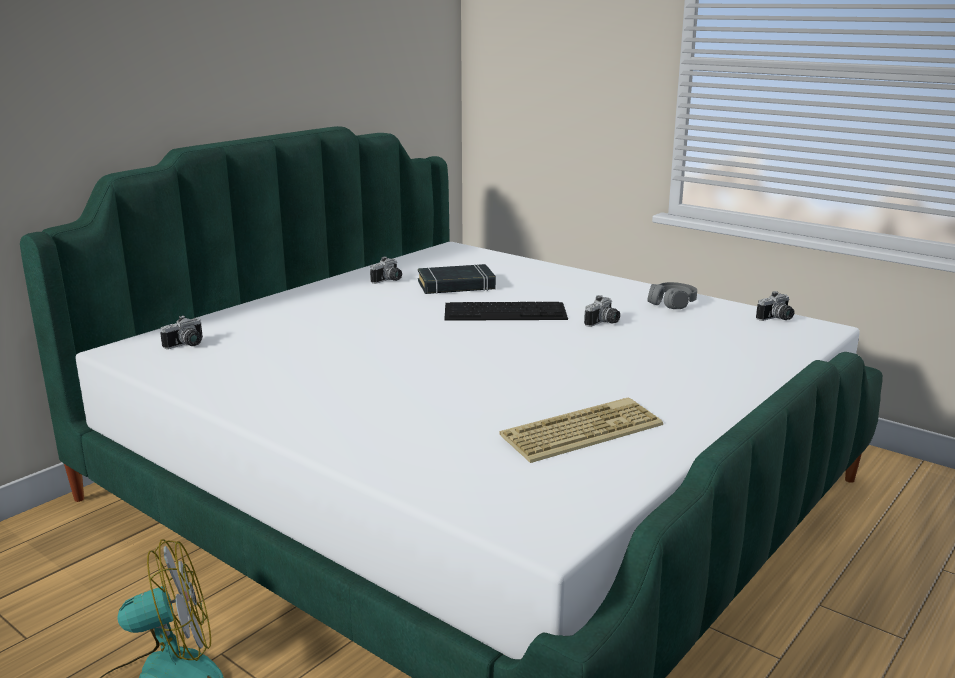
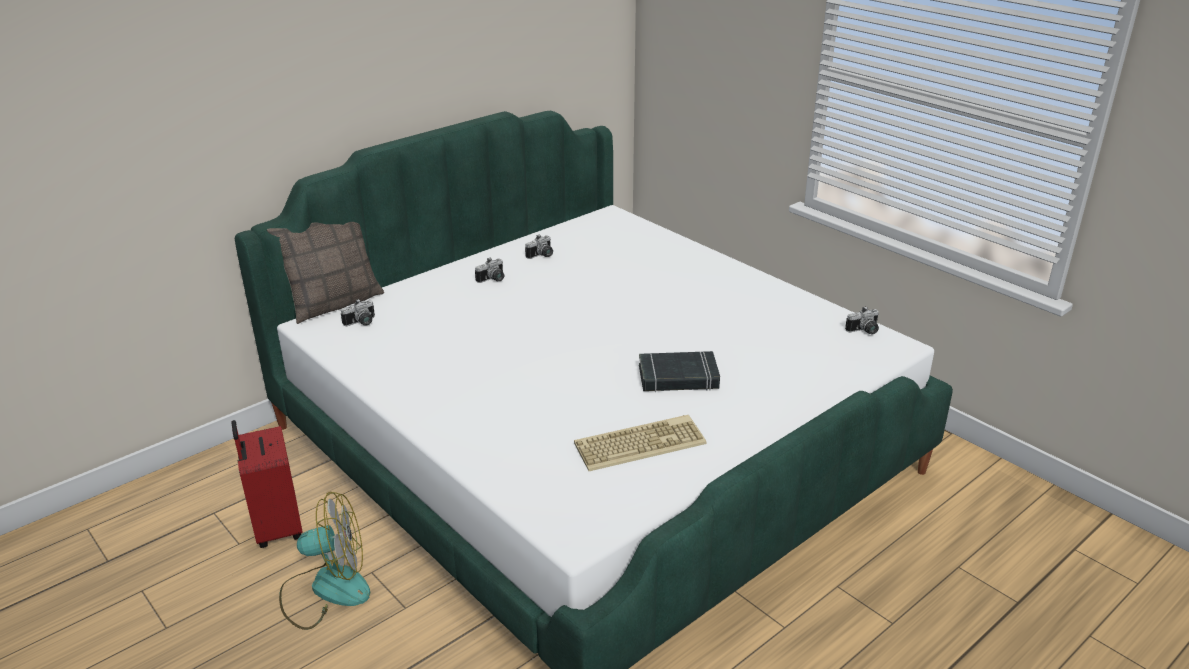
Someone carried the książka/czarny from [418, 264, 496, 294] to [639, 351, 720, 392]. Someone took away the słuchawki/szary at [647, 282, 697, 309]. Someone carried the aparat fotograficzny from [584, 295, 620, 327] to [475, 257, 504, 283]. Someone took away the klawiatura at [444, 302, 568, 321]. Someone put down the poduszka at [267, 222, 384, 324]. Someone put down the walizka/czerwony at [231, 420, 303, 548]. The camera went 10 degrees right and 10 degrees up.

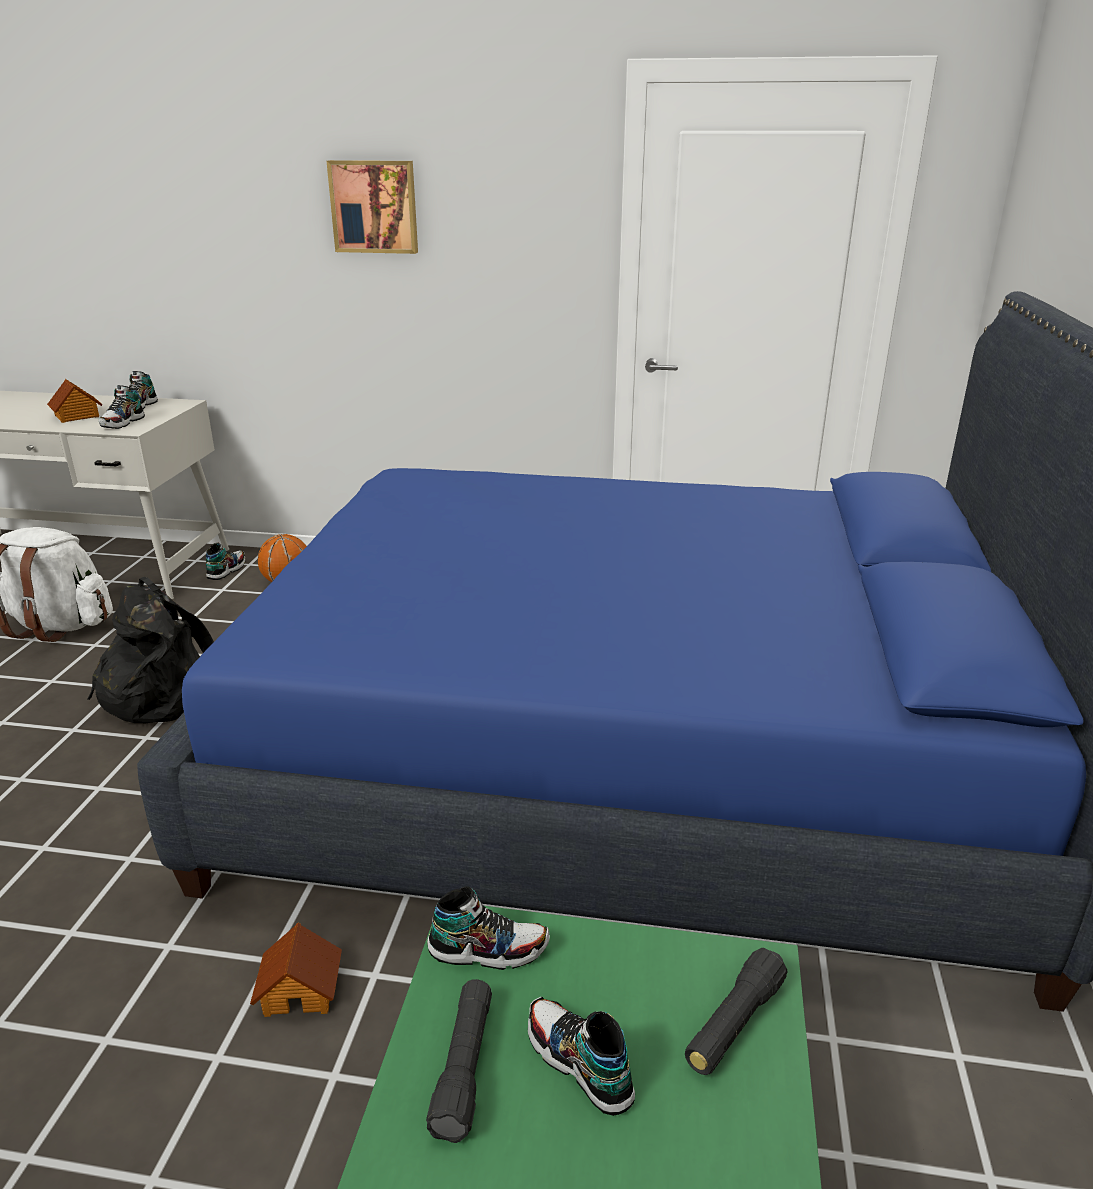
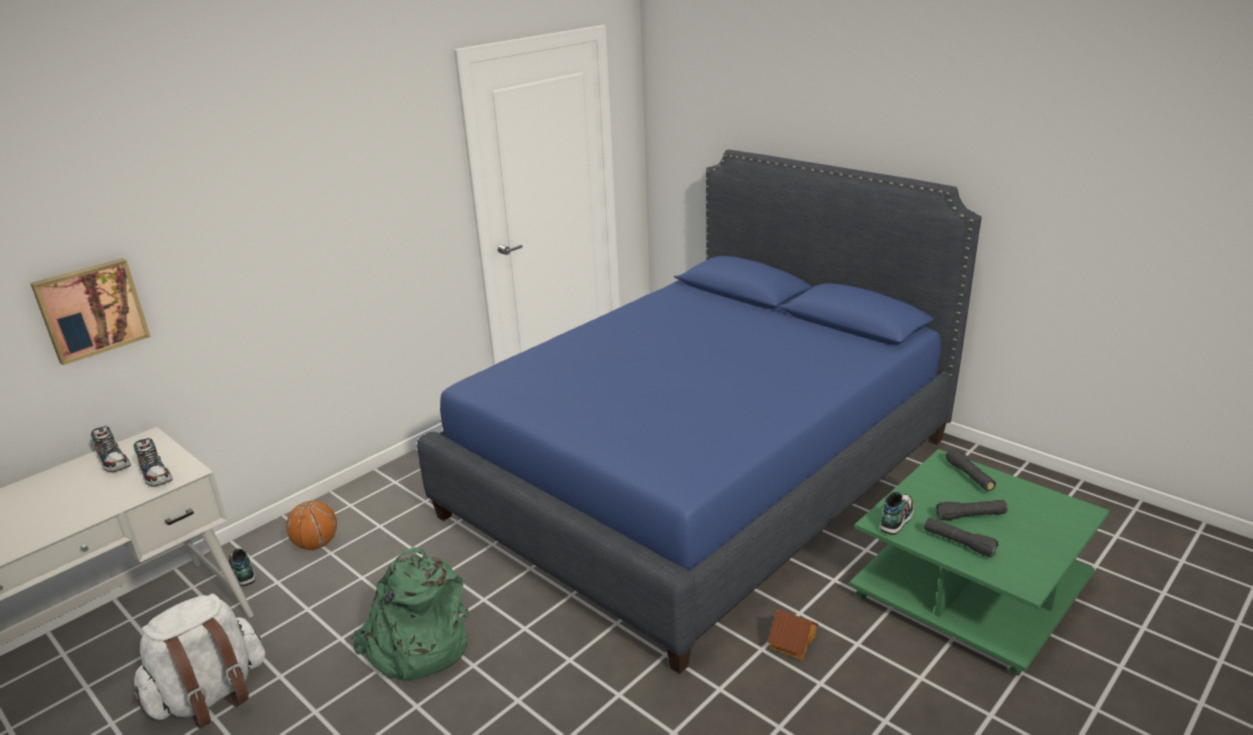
Someone carried the obraz from [326, 160, 418, 254] to [30, 258, 151, 365]. Someone took away the domek at [47, 379, 103, 423]. Someone repainted the plecak/czarny at [87, 577, 214, 723], which became the plecak/zielony at [351, 547, 469, 681]. Someone swapped the but at [528, 996, 635, 1116] for the latarka/czarny at [936, 500, 1007, 521]. The camera went 55 degrees left and 0 degrees up.

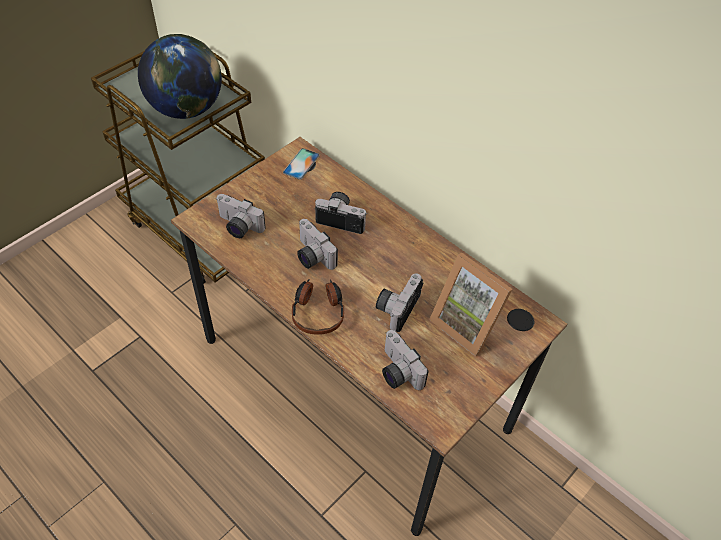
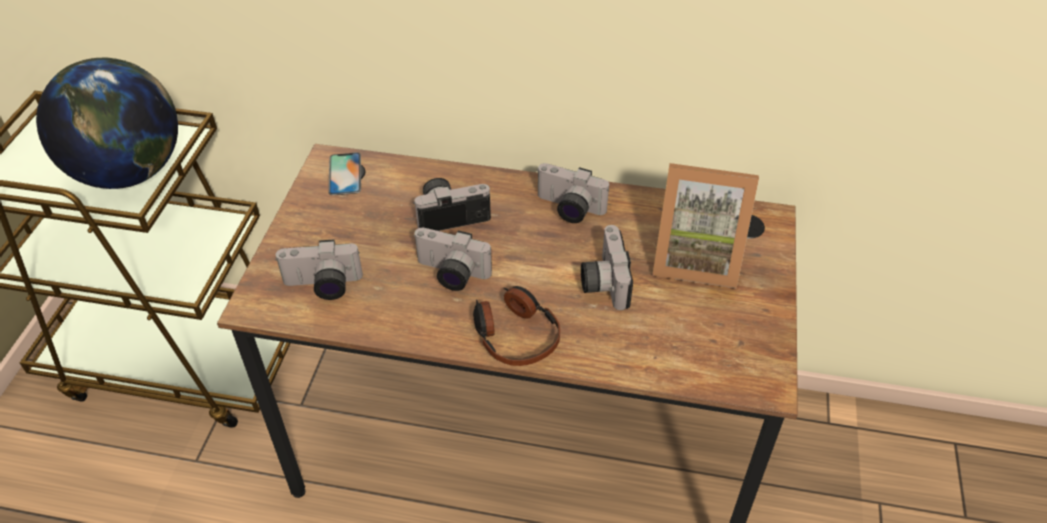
Someone carried the aparat fotograficzny from [382, 330, 429, 390] to [536, 163, 609, 223]. The camera went 30 degrees left and 5 degrees down.

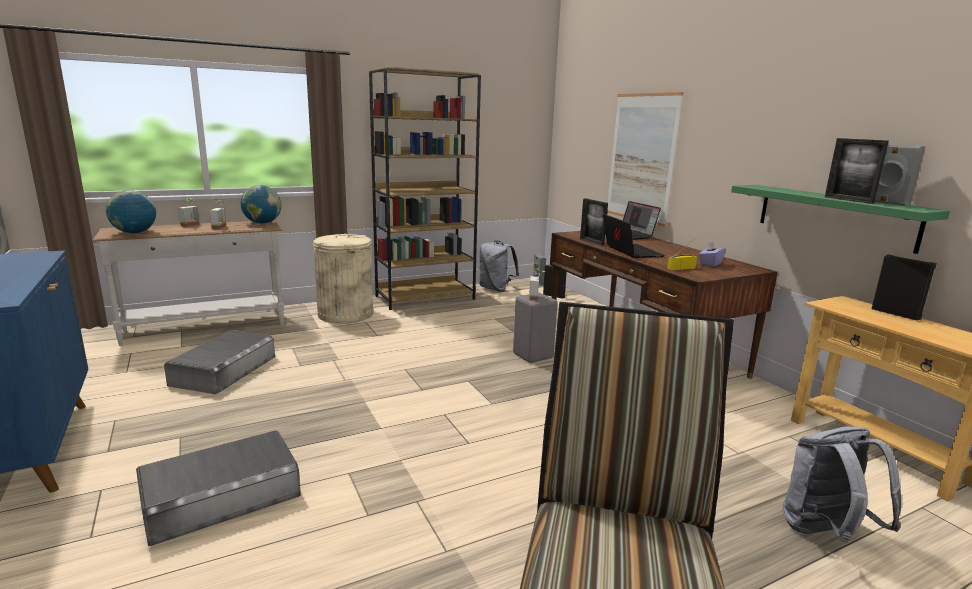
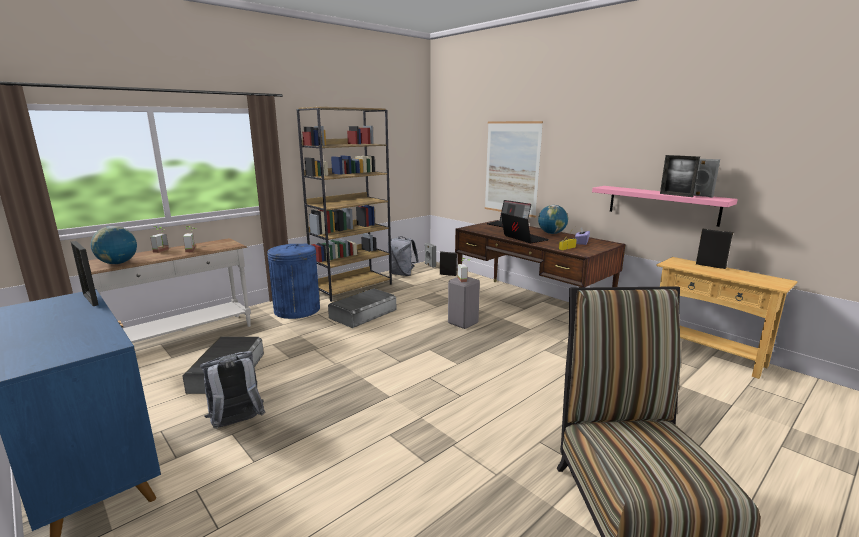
Someone carried the globus from [241, 185, 281, 224] to [538, 205, 568, 234]. Someone repainted the półka/zielony at [731, 185, 950, 254], which became the półka/różowy at [592, 186, 738, 227]. Someone carried the ramka na zdjęcie from [580, 198, 608, 246] to [71, 241, 99, 306]. Someone repainted the kosz na śmieci/beżowy at [313, 234, 373, 324], which became the kosz na śmieci/niebieski at [267, 243, 320, 319]. Someone carried the plecak/szary from [783, 426, 901, 543] to [200, 351, 265, 429]. Someone carried the pojemnik do przechowywania/szary from [136, 430, 301, 546] to [328, 288, 397, 328]. The camera went 15 degrees left and 0 degrees up.

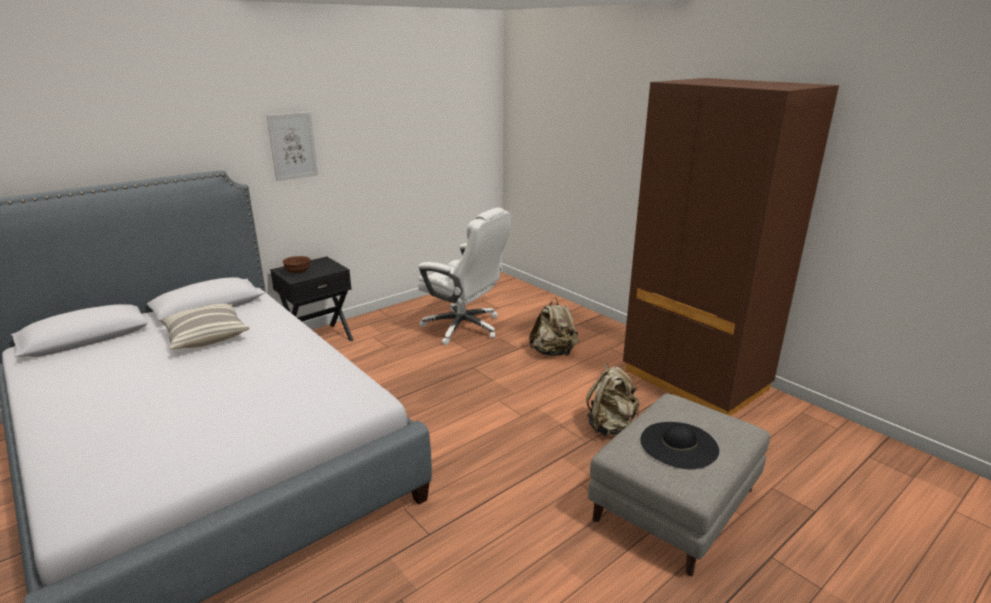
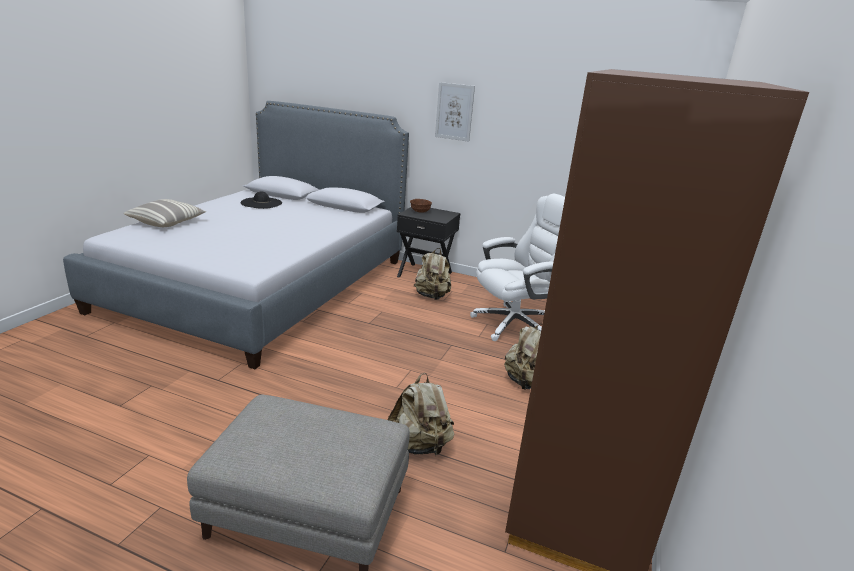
Someone rotated the krzesło biurowe/biały at [418, 208, 511, 345] by 120 degrees counterclockwise. Someone carried the poduszka from [160, 303, 250, 349] to [123, 199, 207, 227]. Someone carried the kapelusz/czarny from [640, 422, 719, 469] to [241, 191, 282, 209]. Someone put down the plecak/beżowy at [414, 248, 451, 300]. The camera went 60 degrees right and 0 degrees up.

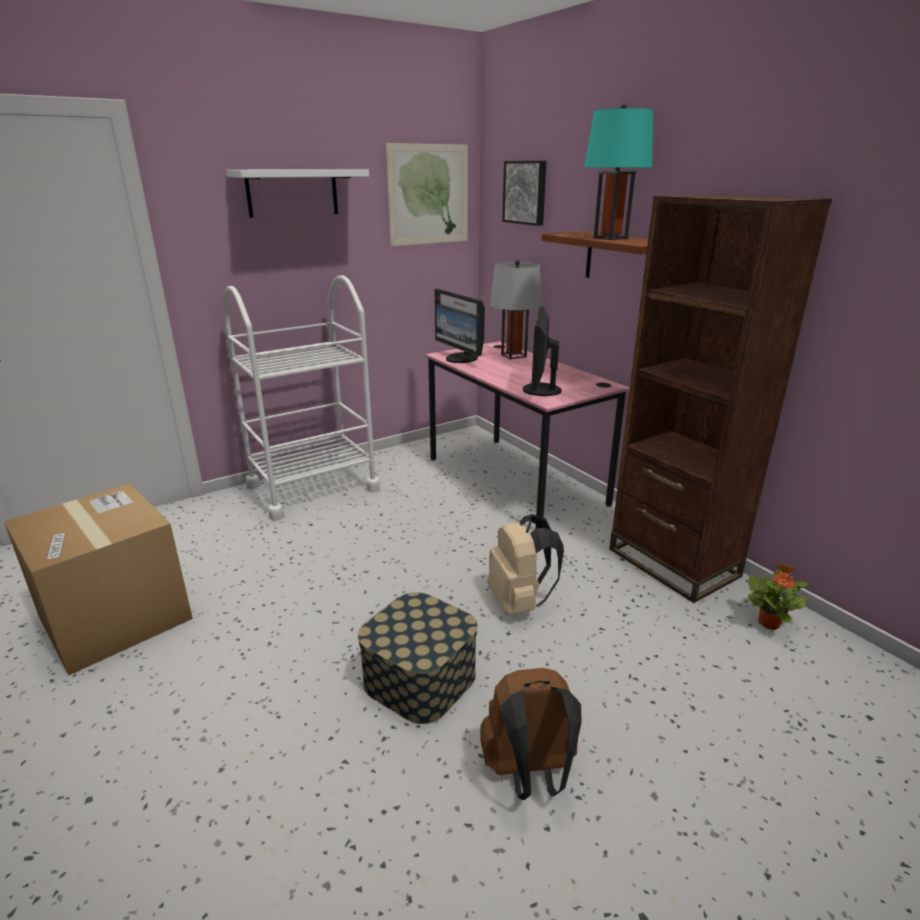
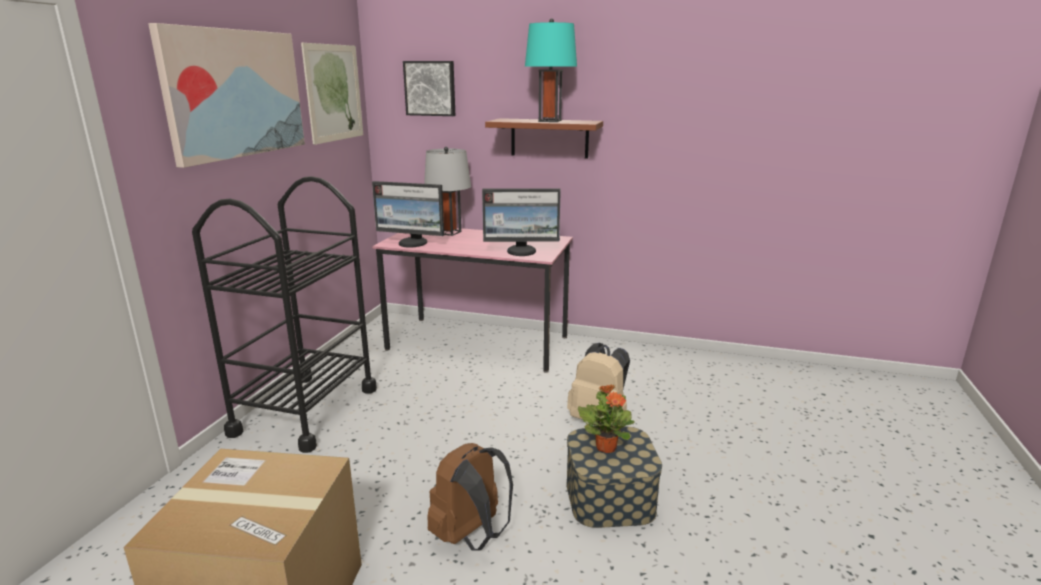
Someone swapped the półka/biały at [226, 169, 369, 218] for the obraz at [148, 23, 305, 168]. Someone took away the regał/brązowy at [609, 194, 832, 603]. Someone repainted the wózek/biały at [222, 275, 380, 521], which became the wózek/czarny at [192, 176, 377, 453]. Someone rotated the monitor at [523, 307, 562, 396] by 60 degrees counterclockwise. Someone carried the roślina doniczkowa from [748, 564, 808, 630] to [578, 384, 634, 453]. Someone carried the plecak/brązowy from [480, 668, 582, 800] to [427, 443, 513, 550]. The camera went 40 degrees left and 5 degrees down.

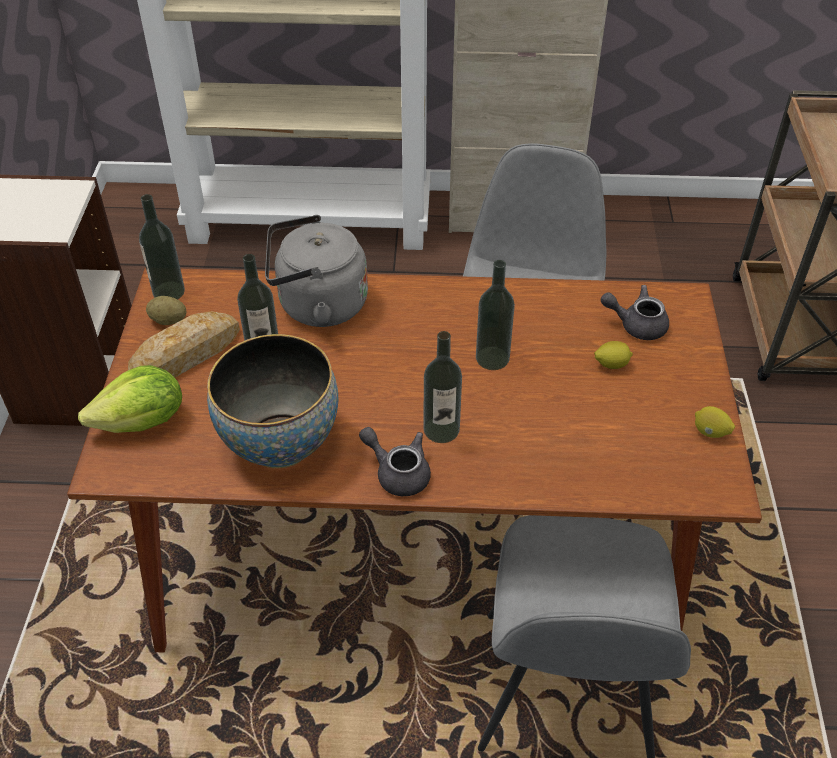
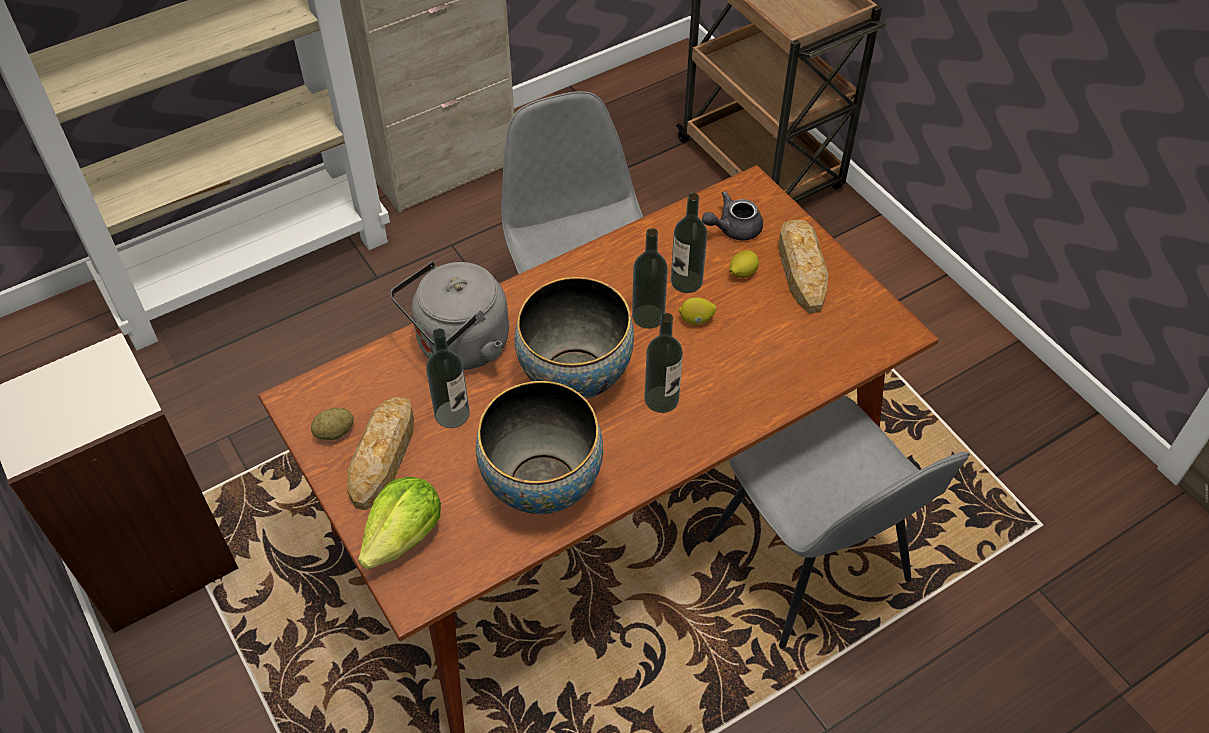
Someone carried the butelka from [139, 194, 185, 299] to [671, 193, 707, 293]. Someone carried the cytryna from [695, 406, 735, 438] to [679, 297, 716, 325]. Someone took away the imbryk/szary at [359, 427, 431, 496]. Someone put down the chleb at [778, 220, 828, 313]. Someone put down the miska at [515, 277, 634, 399]. The camera went 35 degrees left and 5 degrees up.

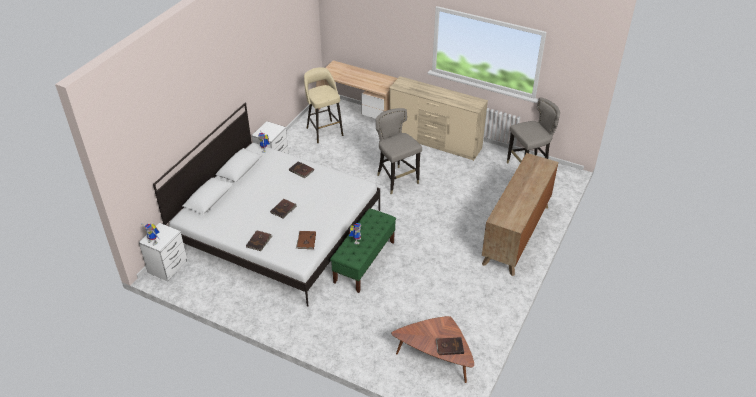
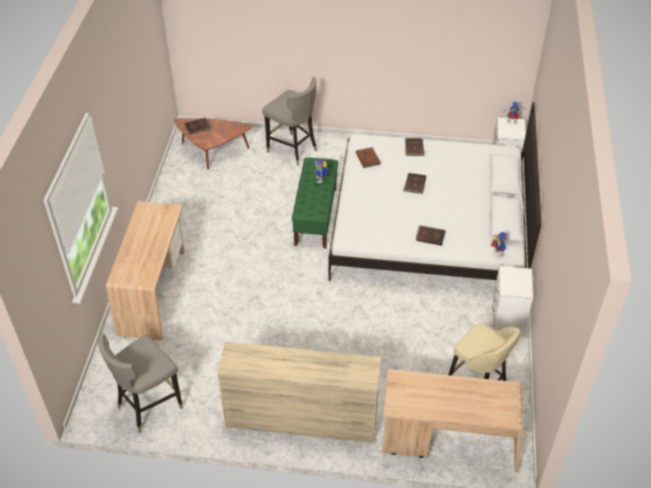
Someone carried the stołek/szary from [376, 108, 422, 194] to [262, 77, 317, 166]. Someone swapped the komoda/brązowy at [482, 153, 559, 276] for the biurko/beżowy at [106, 201, 185, 340]. The camera went 160 degrees right and 5 degrees up.

